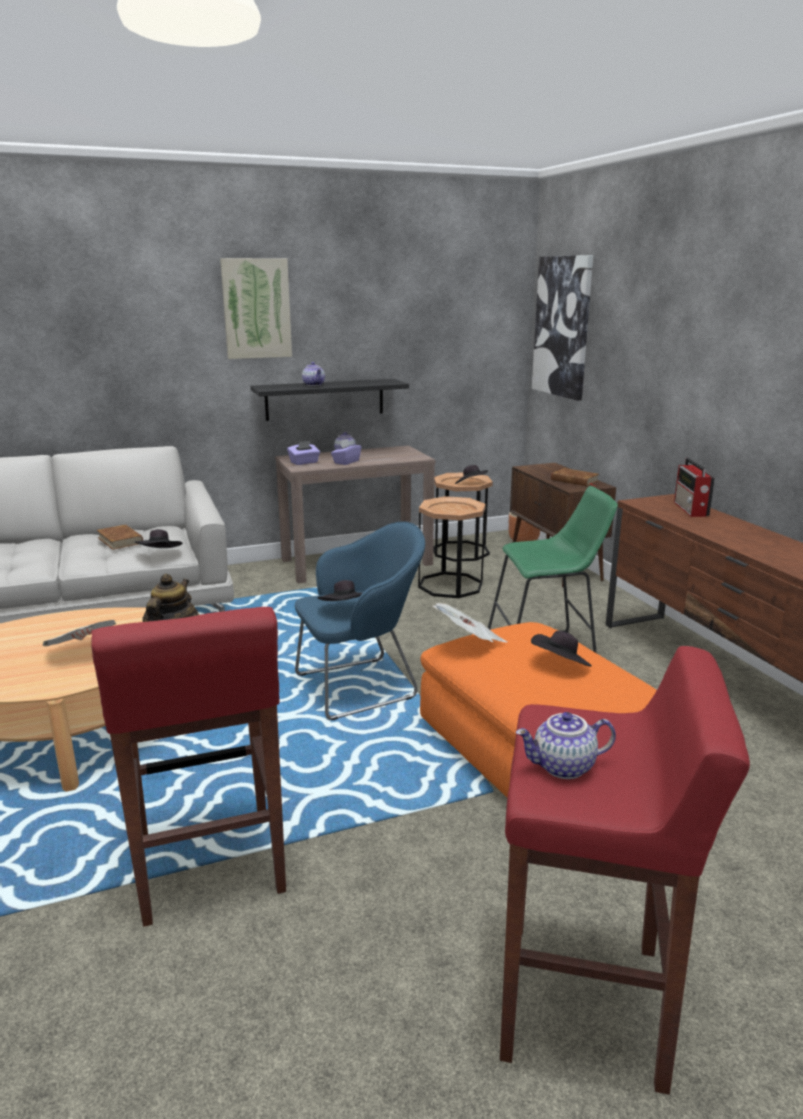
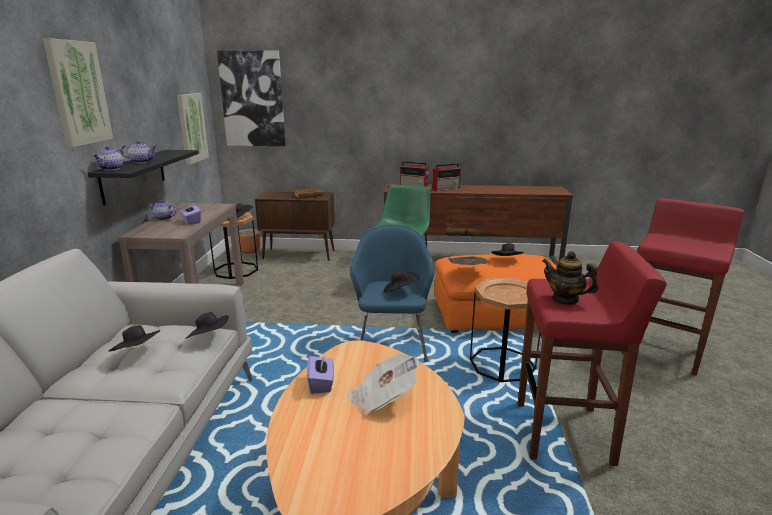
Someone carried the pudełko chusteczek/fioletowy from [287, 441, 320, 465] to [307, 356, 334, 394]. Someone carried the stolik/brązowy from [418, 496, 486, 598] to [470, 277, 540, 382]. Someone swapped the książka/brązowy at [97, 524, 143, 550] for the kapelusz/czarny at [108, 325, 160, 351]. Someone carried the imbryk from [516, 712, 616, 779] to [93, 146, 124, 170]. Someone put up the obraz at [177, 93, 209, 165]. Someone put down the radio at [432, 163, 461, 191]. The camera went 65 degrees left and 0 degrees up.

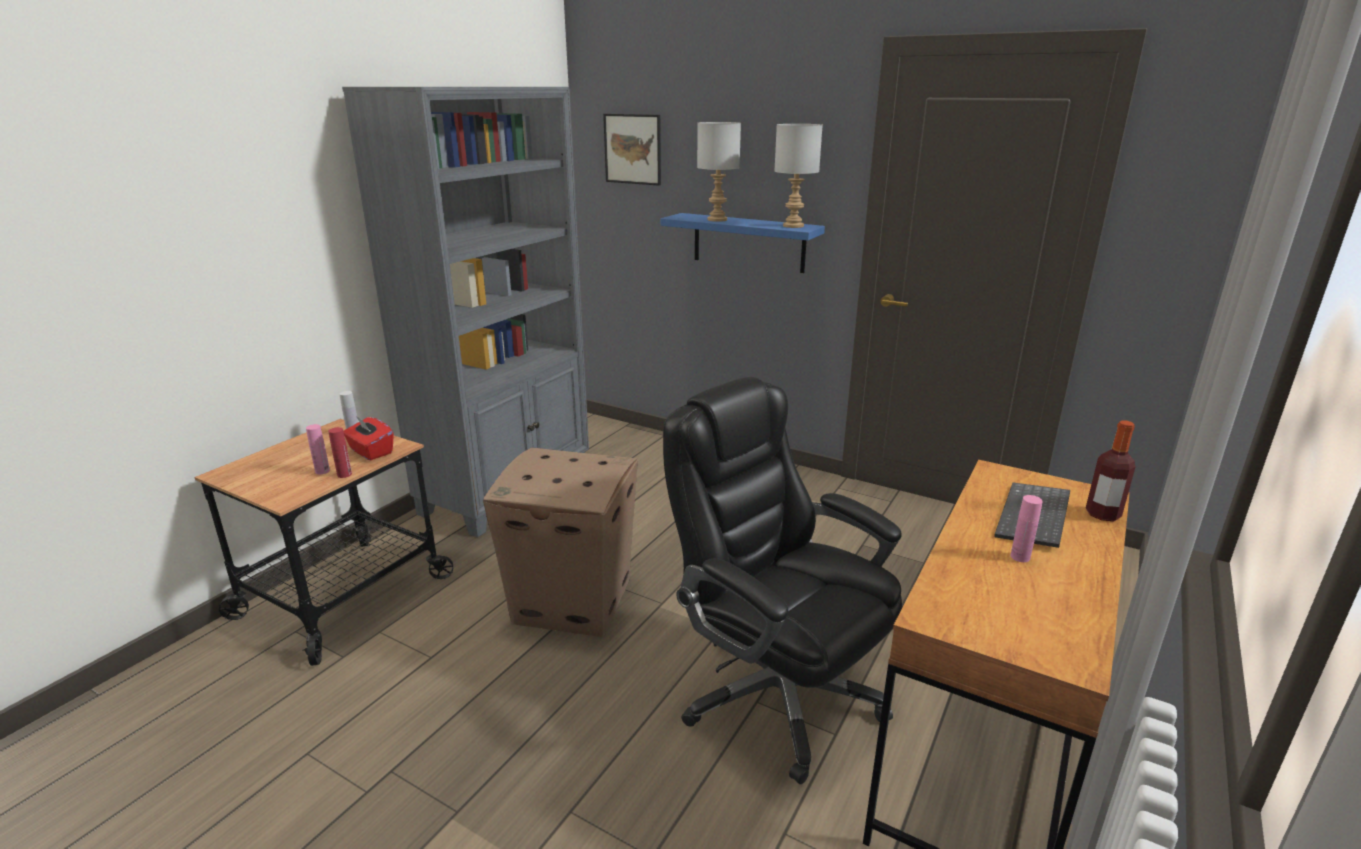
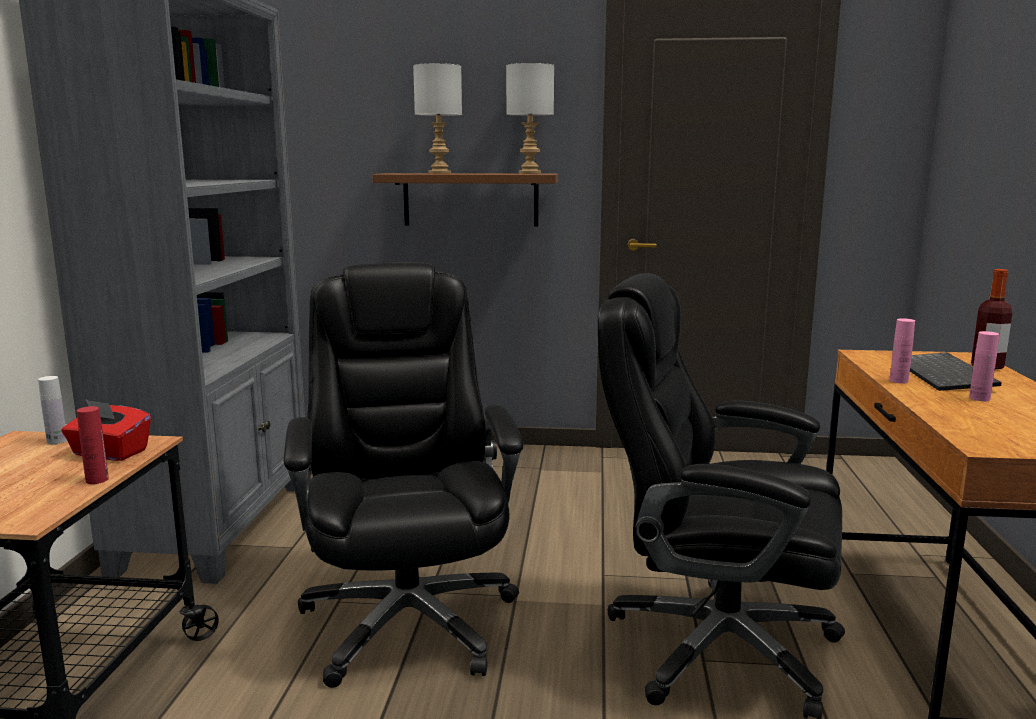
Someone took away the obraz at [603, 114, 661, 186]. Someone repainted the półka/niebieski at [661, 213, 825, 273], which became the półka/brązowy at [373, 173, 558, 227]. Someone carried the butelka/różowy from [306, 424, 330, 474] to [890, 318, 915, 383]. Someone swapped the karton at [483, 447, 638, 637] for the krzesło biurowe/czarny at [283, 262, 524, 688]. The camera went 25 degrees left and 10 degrees down.

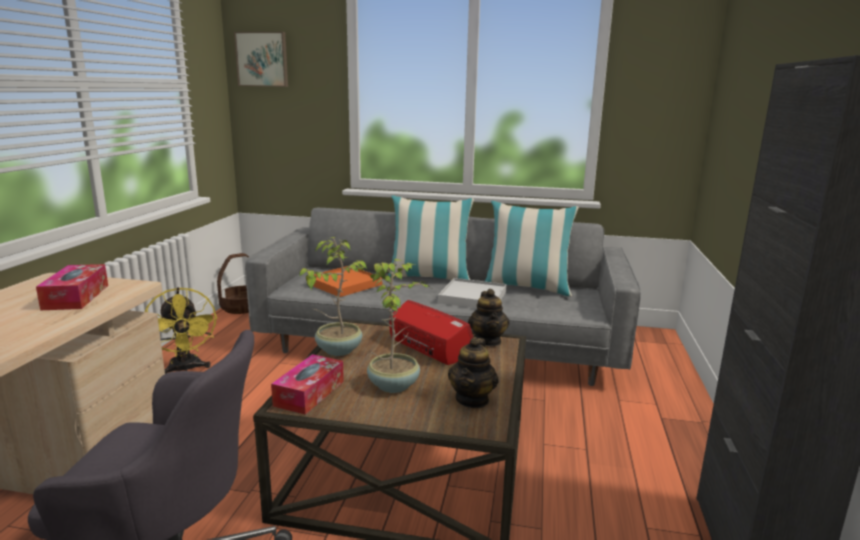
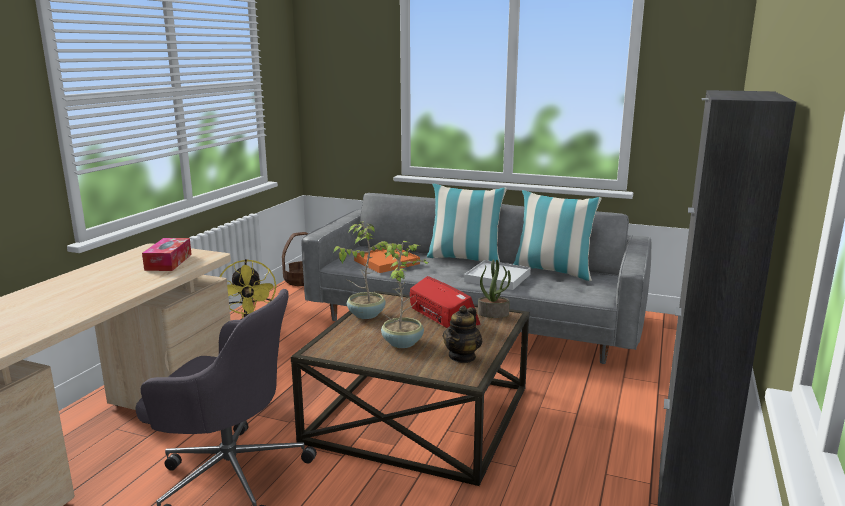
Someone took away the obraz at [234, 32, 288, 87]. Someone swapped the imbryk at [468, 289, 510, 346] for the roślina doniczkowa at [478, 260, 511, 318]. Someone took away the pudełko chusteczek at [271, 354, 344, 415]. The camera went 10 degrees right and 0 degrees up.

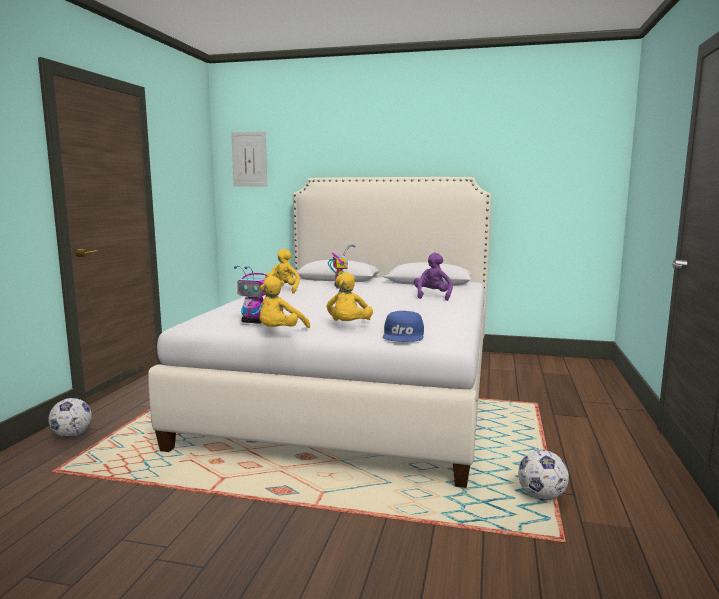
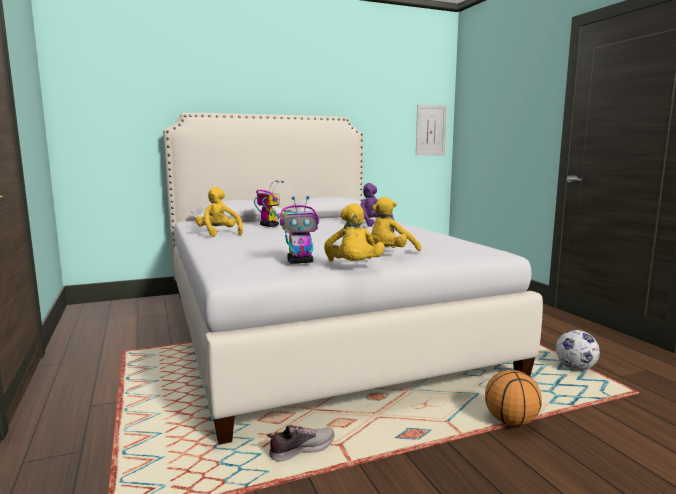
Someone carried the obraz from [231, 131, 267, 187] to [416, 104, 447, 156]. Someone rotated the pluszak/żółty at [327, 273, 373, 321] by 75 degrees clockwise. Someone took away the czapka z daszkiem/niebieski at [383, 311, 424, 342]. Someone took away the piłka futbolowa at [49, 398, 92, 437]. Someone put down the piłka do koszykówki at [485, 370, 542, 426]. Someone put down the but at [267, 425, 334, 462]. The camera went 35 degrees left and 0 degrees up.

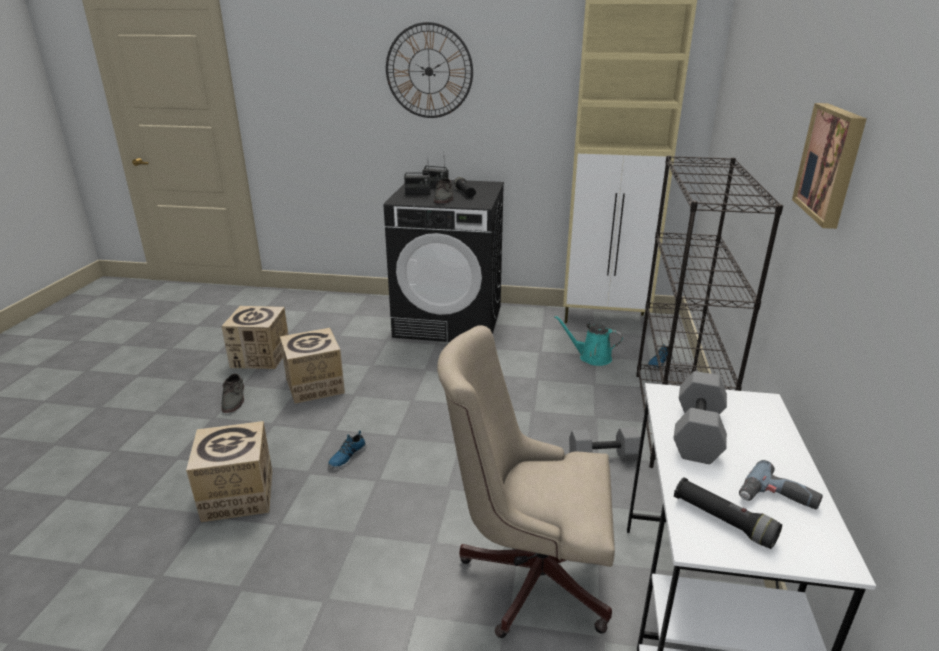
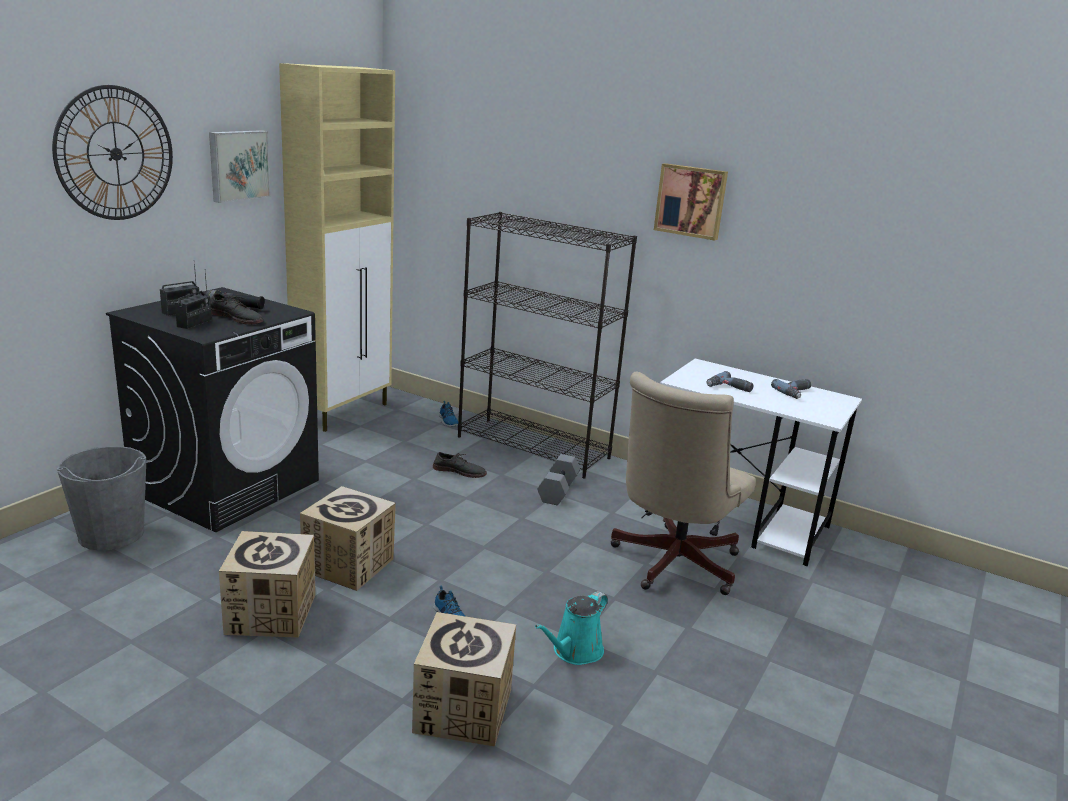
Someone carried the karton from [221, 306, 288, 369] to [300, 486, 396, 591]. Someone carried the konewka/turkusowy from [554, 316, 623, 366] to [535, 591, 608, 665]. Someone swapped the hantel/szary at [674, 371, 727, 464] for the wiertarka at [707, 371, 753, 392]. Someone carried the but/szary from [221, 373, 244, 413] to [433, 452, 487, 478]. Someone took away the latarka/czarny at [674, 477, 782, 549]. Someone put up the obraz at [209, 130, 270, 203]. Someone put down the wiadro/szary at [57, 446, 146, 550]. The camera went 70 degrees left and 5 degrees down.

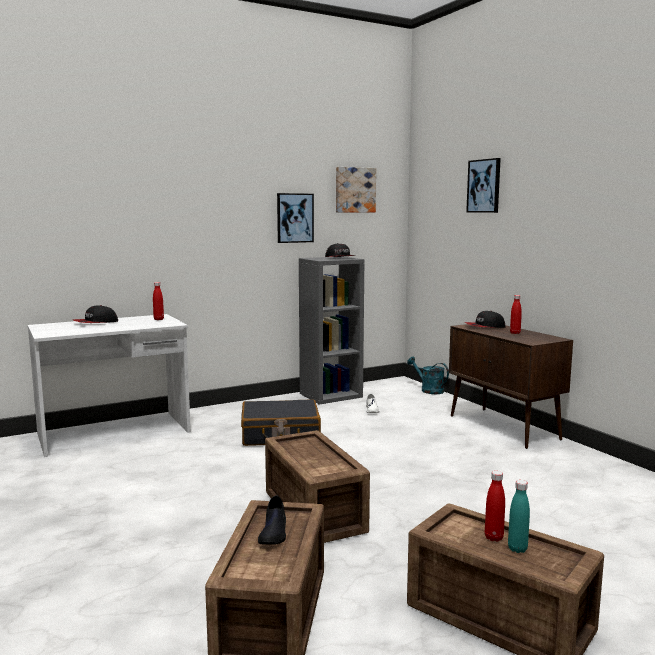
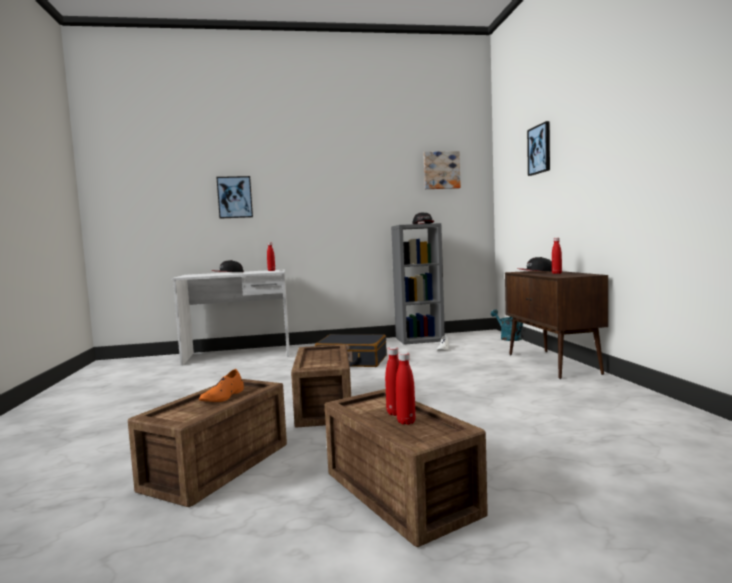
Someone carried the obraz from [277, 193, 314, 243] to [216, 176, 253, 219]. Someone repainted the butelka/turkusowy at [508, 480, 530, 553], which became the butelka/czerwony at [396, 352, 416, 425]. Someone repainted the but/czarny at [258, 495, 286, 545], which became the but/pomarańczowy at [199, 369, 244, 402]. The camera went 20 degrees right and 5 degrees down.

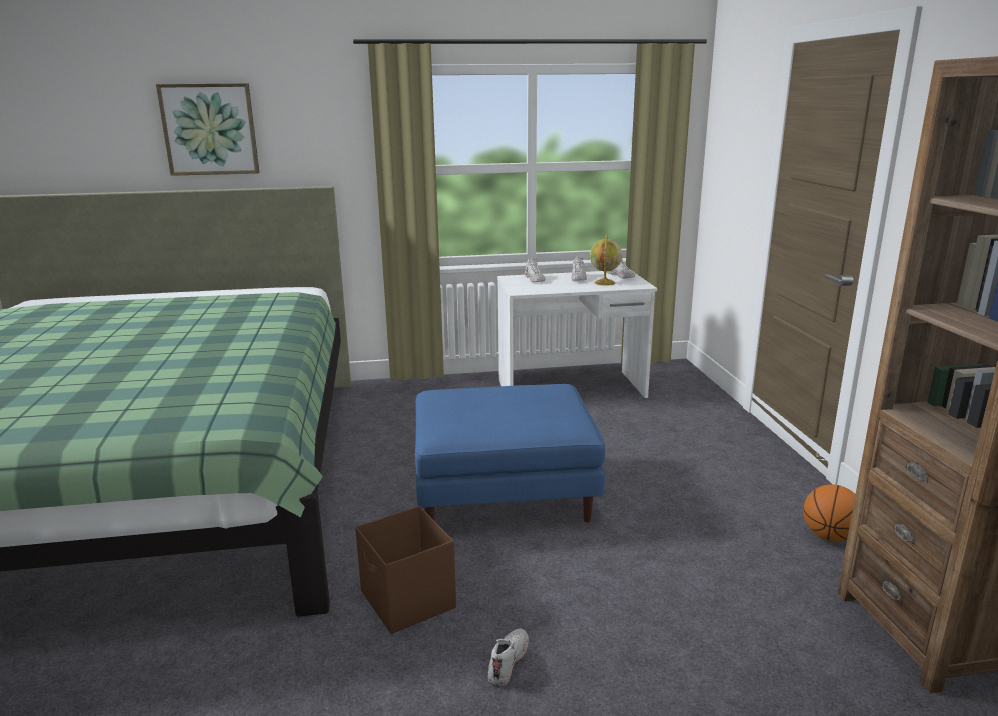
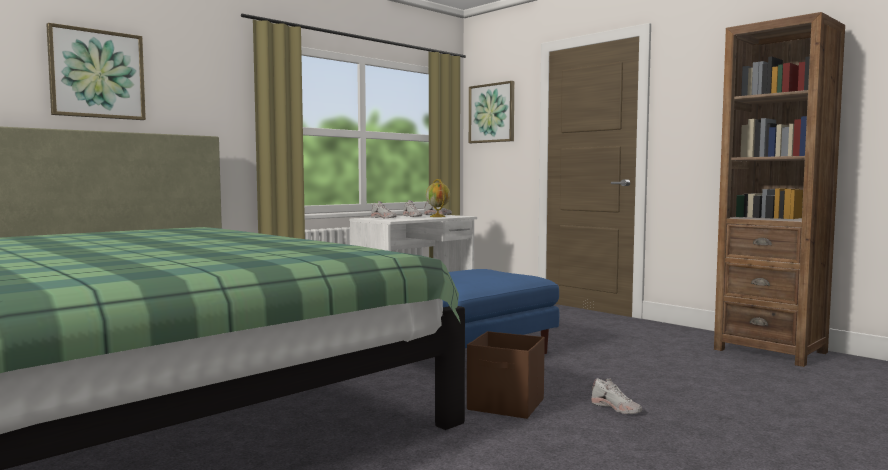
Someone took away the piłka do koszykówki at [803, 484, 855, 542]. Someone rotated the but/biały at [488, 629, 529, 686] by 150 degrees clockwise. Someone put up the obraz at [469, 81, 514, 143]. The camera went 35 degrees left and 15 degrees down.

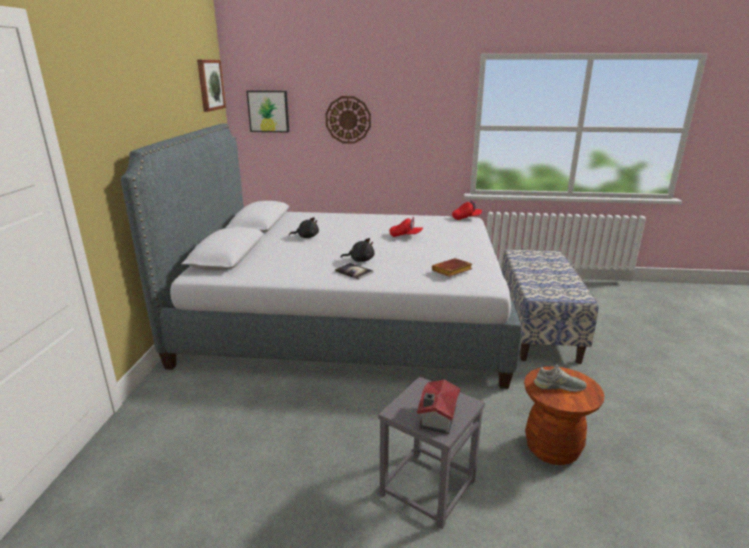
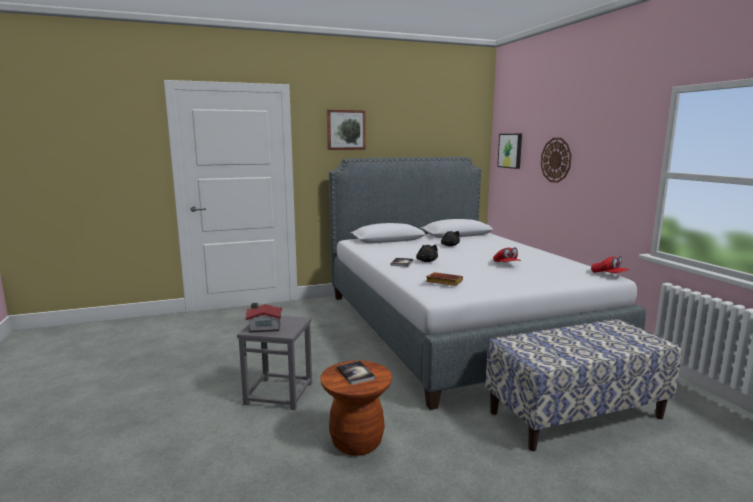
Someone carried the obraz from [197, 60, 226, 112] to [327, 109, 366, 150]. Someone swapped the but/szary at [534, 364, 587, 392] for the książka at [337, 361, 376, 385]. The camera went 65 degrees right and 10 degrees down.

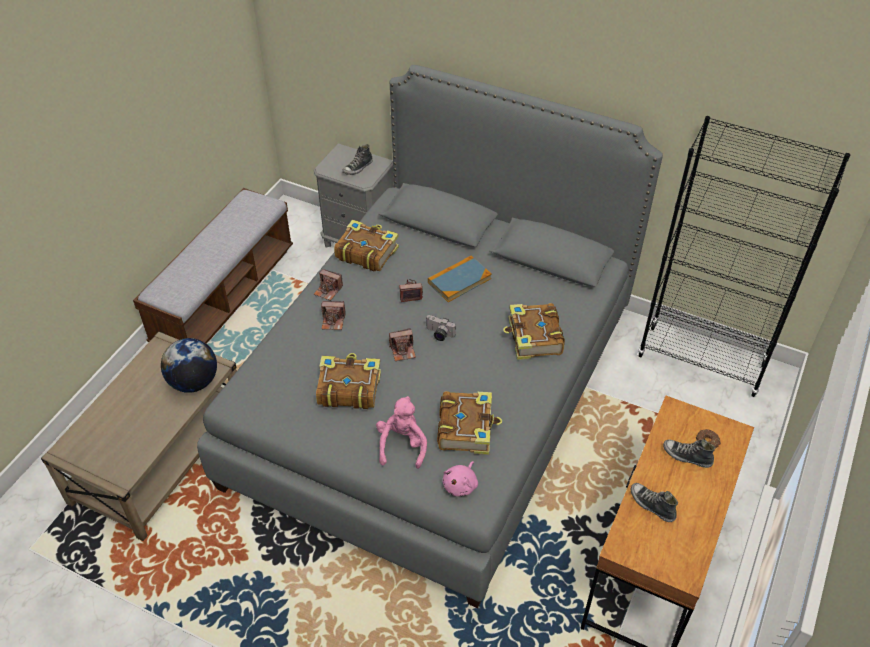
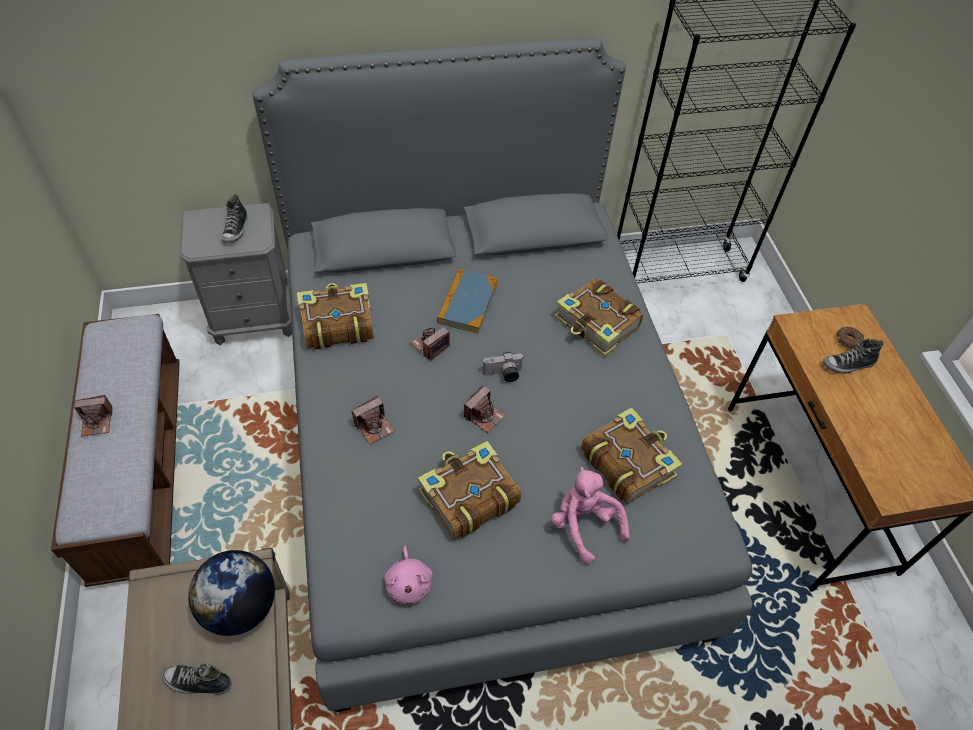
Someone carried the aparat fotograficzny from [314, 269, 343, 301] to [74, 395, 113, 436]. Someone carried the pluszak/różowy from [442, 461, 478, 497] to [384, 546, 433, 604]. Someone carried the but from [631, 483, 678, 522] to [161, 663, 232, 695]. The camera went 40 degrees left and 5 degrees up.

